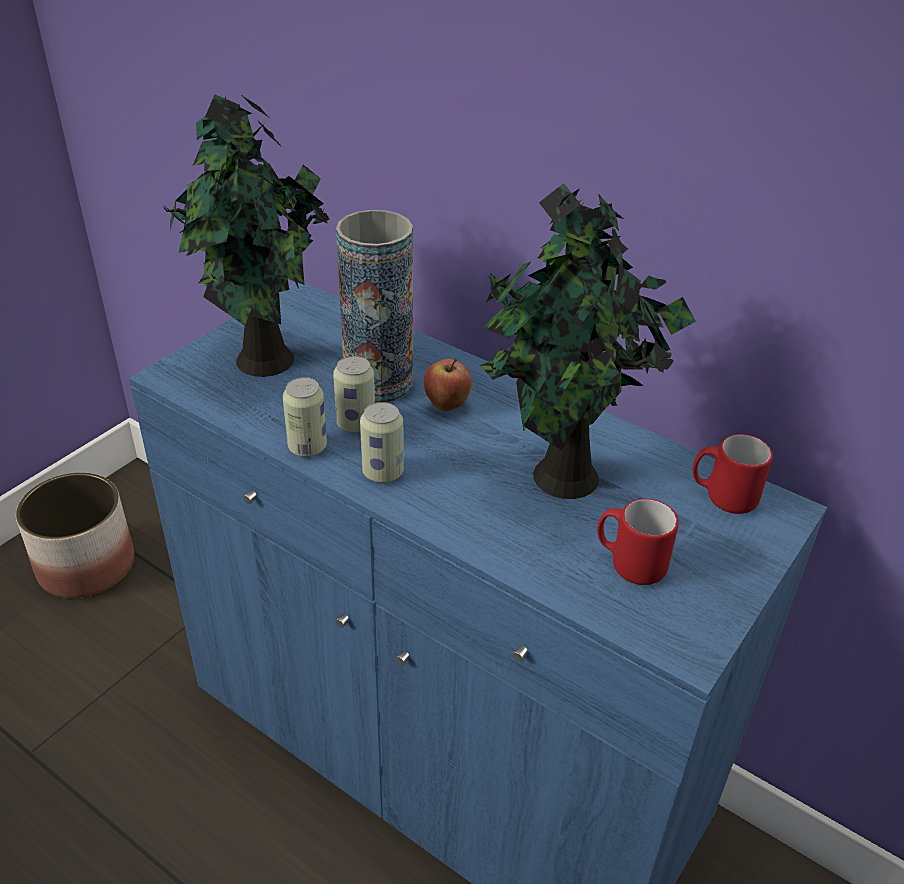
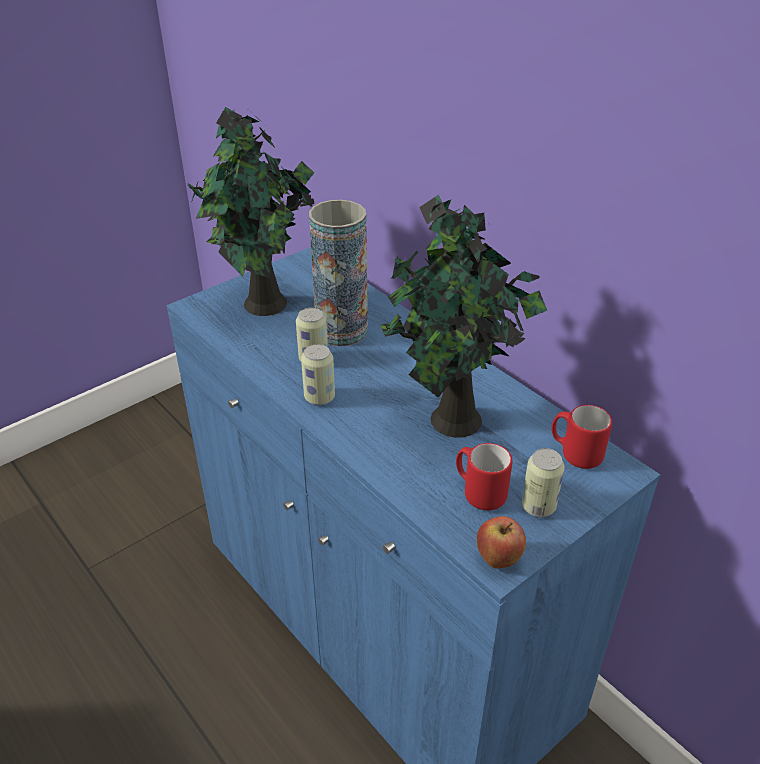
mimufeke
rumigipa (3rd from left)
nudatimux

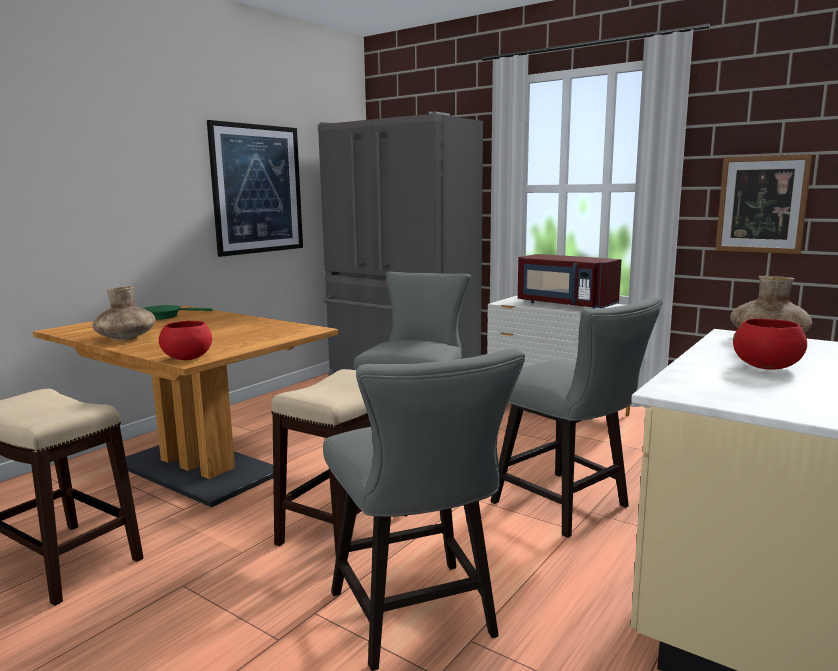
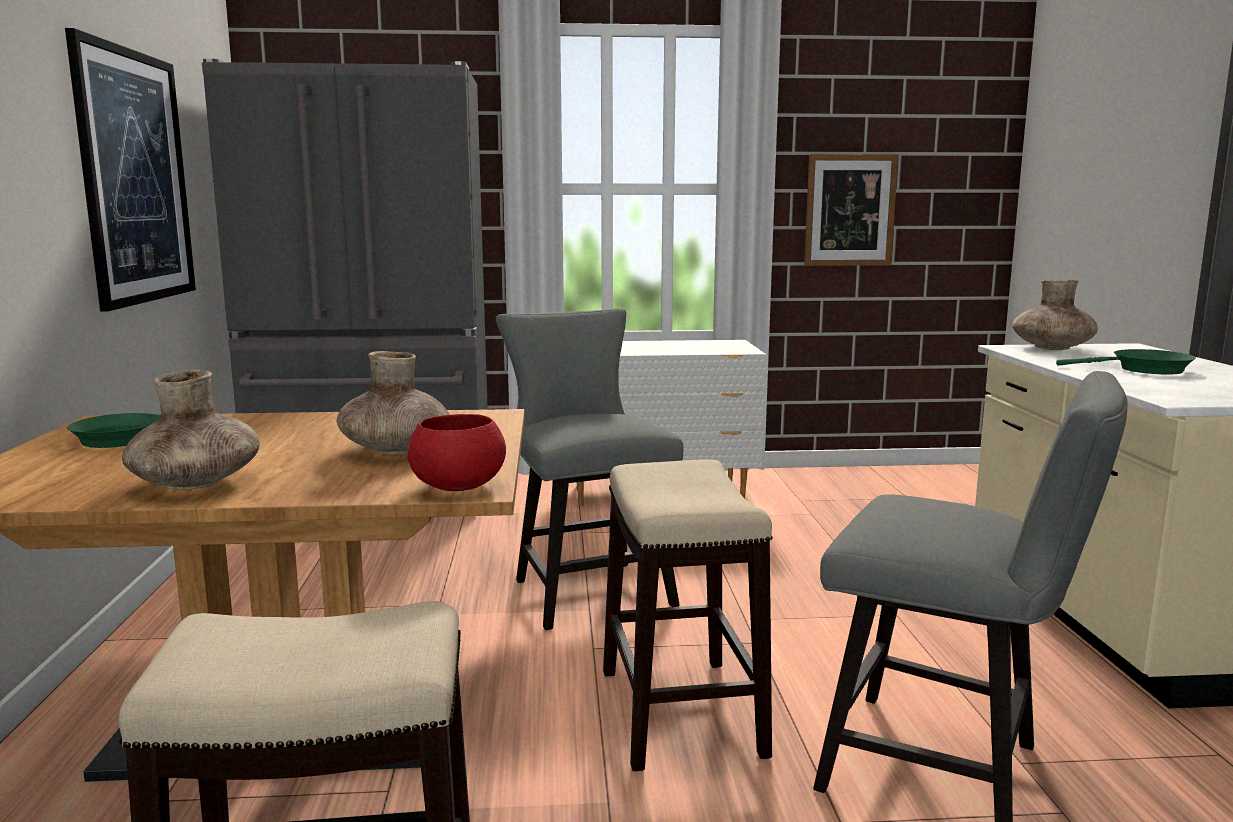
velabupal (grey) (3rd from left in the first image)
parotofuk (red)
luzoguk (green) (2nd from left)
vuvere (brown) (2nd from left)

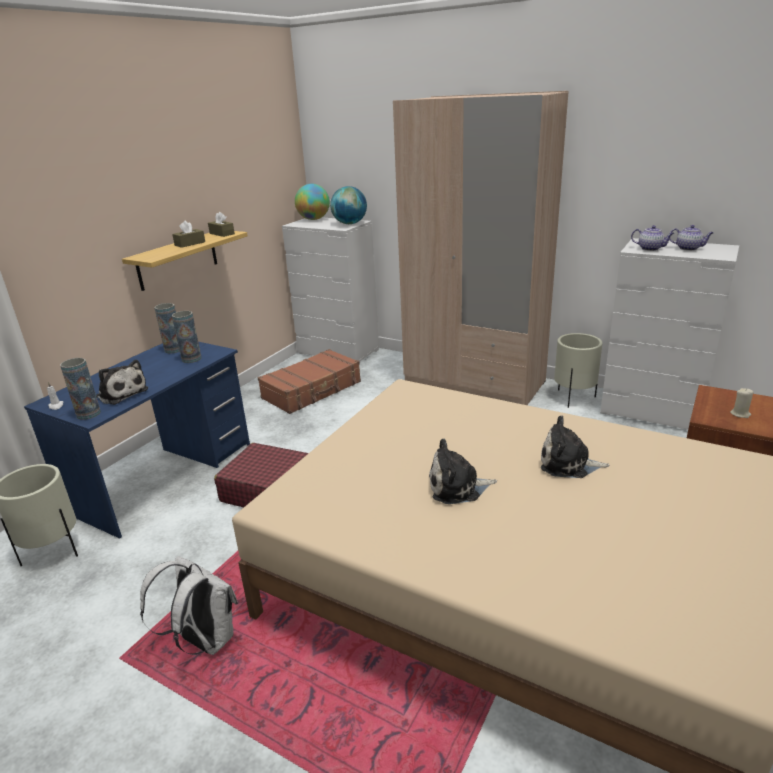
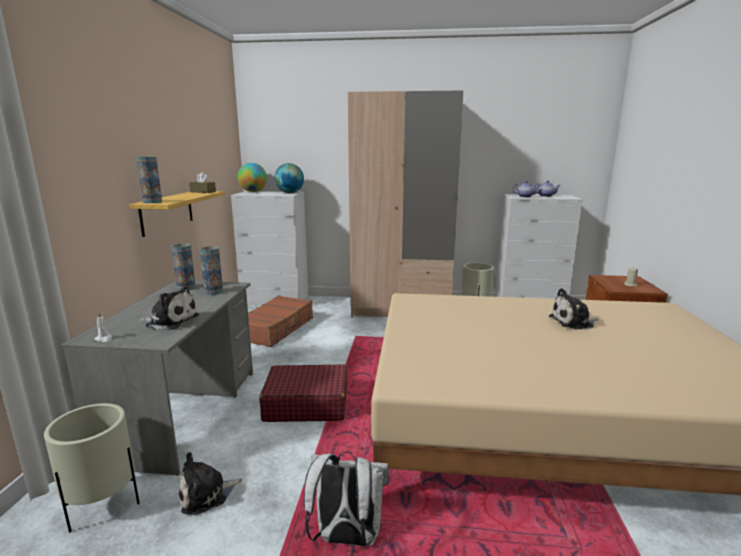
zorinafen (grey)
vuvere (1st from left)
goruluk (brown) (1st from left in the first image)
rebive (2nd from left)

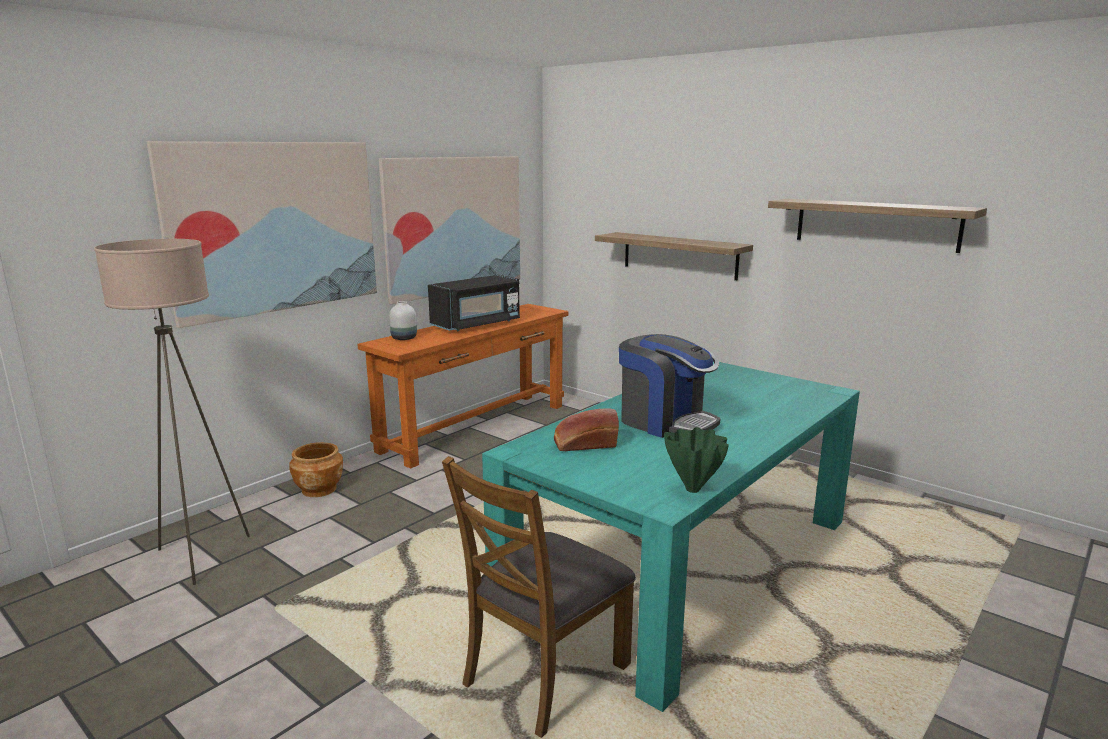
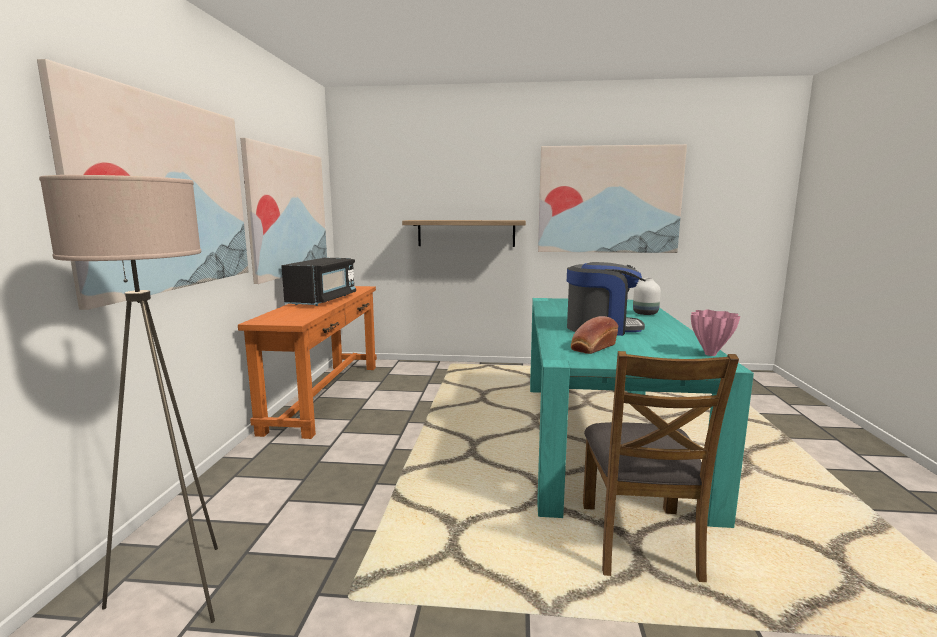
mimufeke (brown)
vuvere (white)
vuvere (pink)
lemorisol (3rd from left)

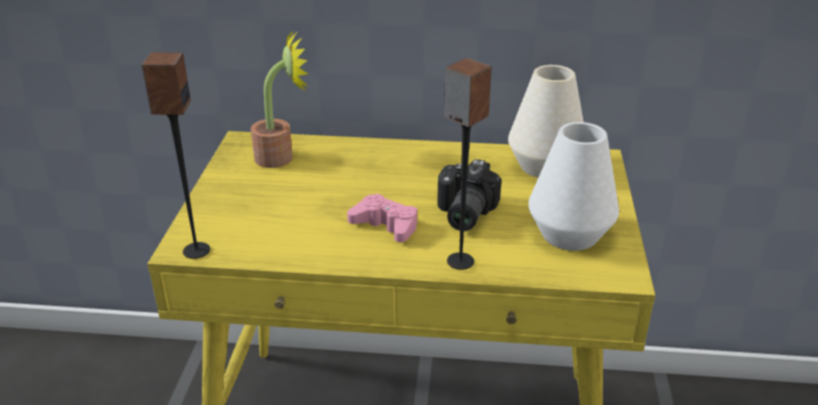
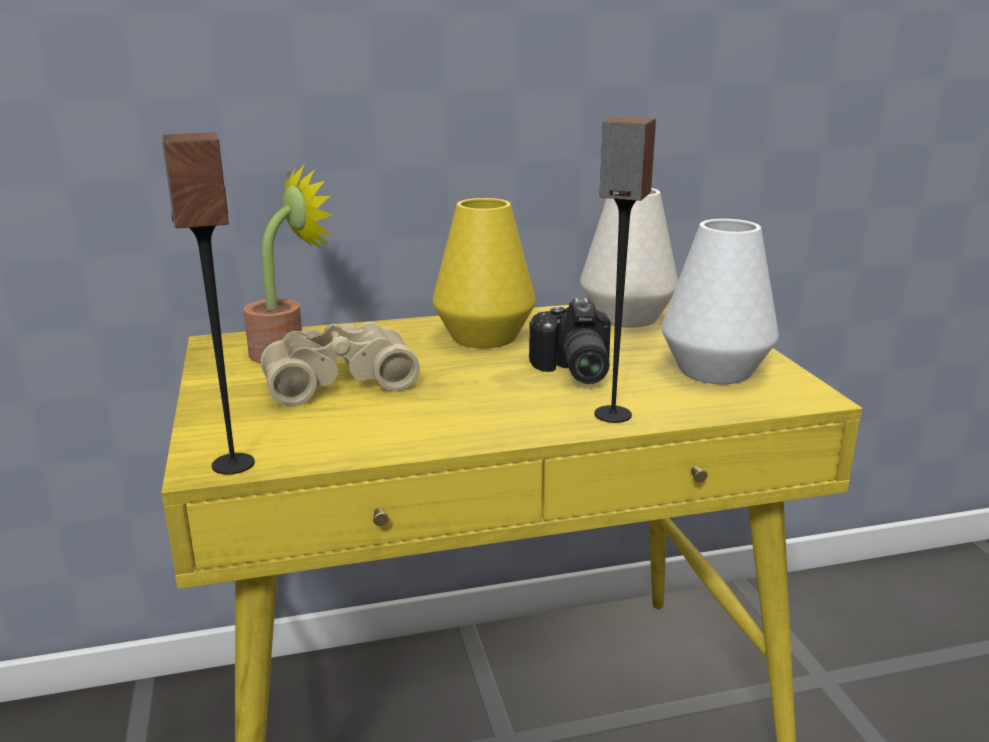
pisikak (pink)
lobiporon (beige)
vuvere (yellow)

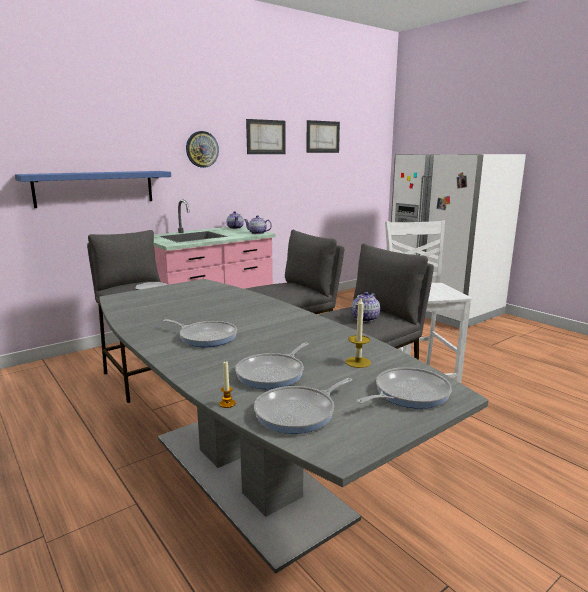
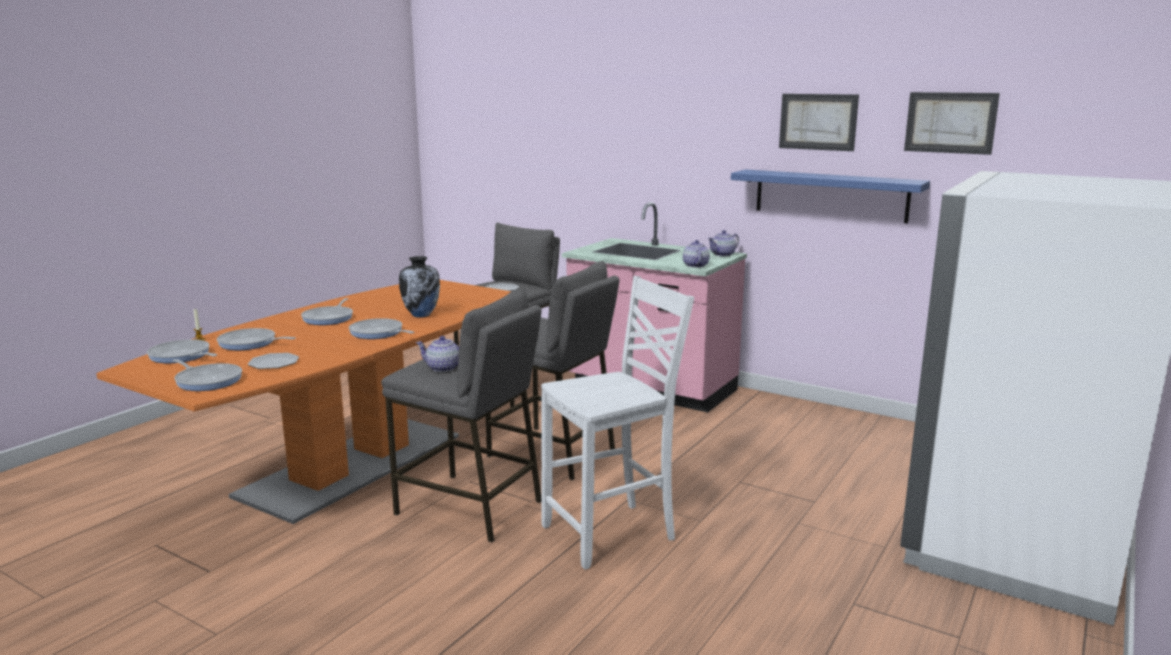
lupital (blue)
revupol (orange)
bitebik
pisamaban (1st from left)
luzoguk (5th from left)
vuvere

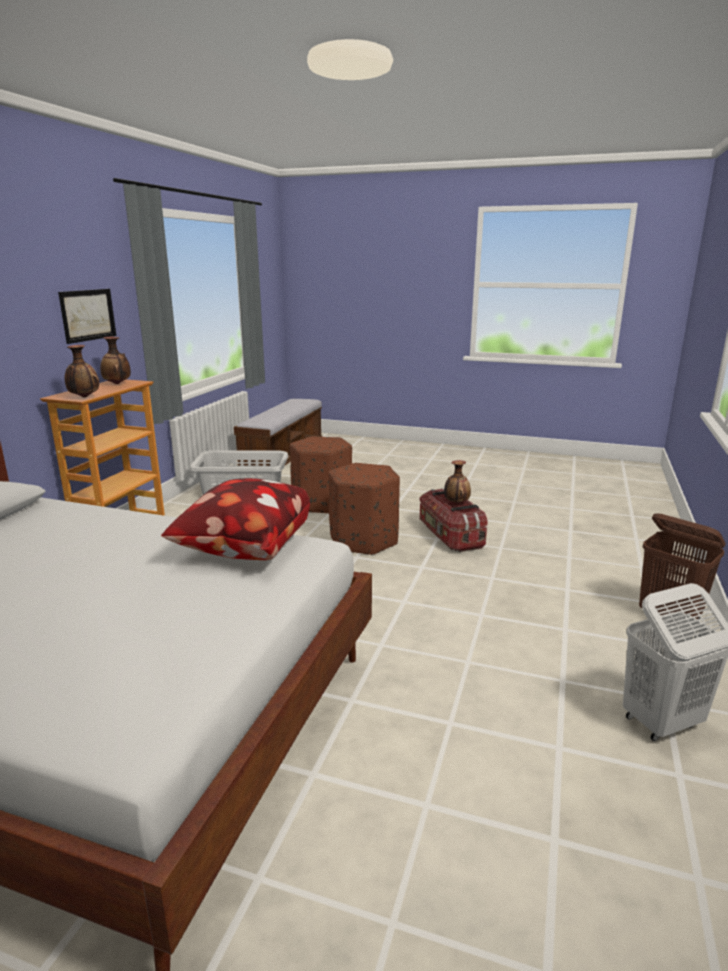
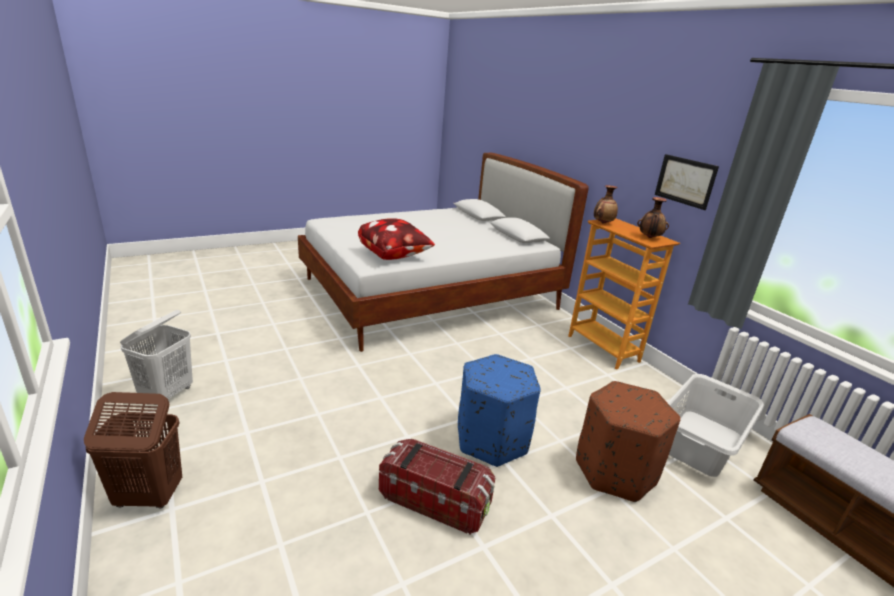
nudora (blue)
vuvere (3rd from left in the first image)

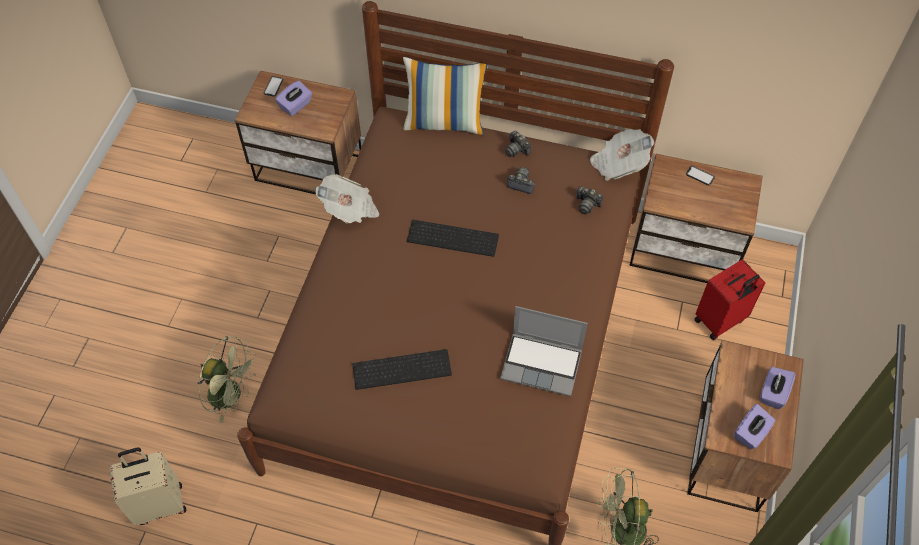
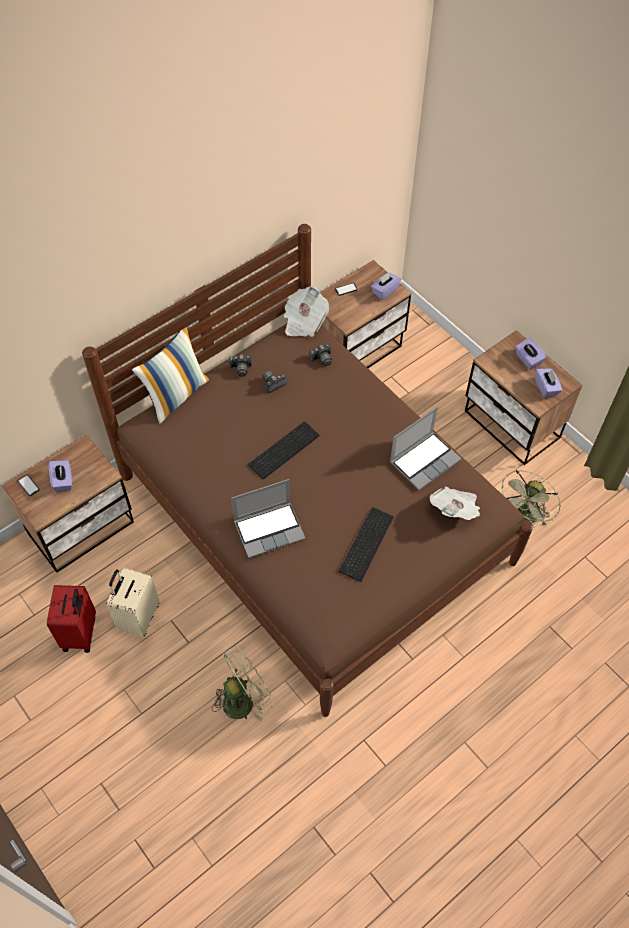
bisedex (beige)
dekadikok (2nd from left)
bisedex (red)
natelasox (1st from left)
goruluk (purple) (2nd from left)

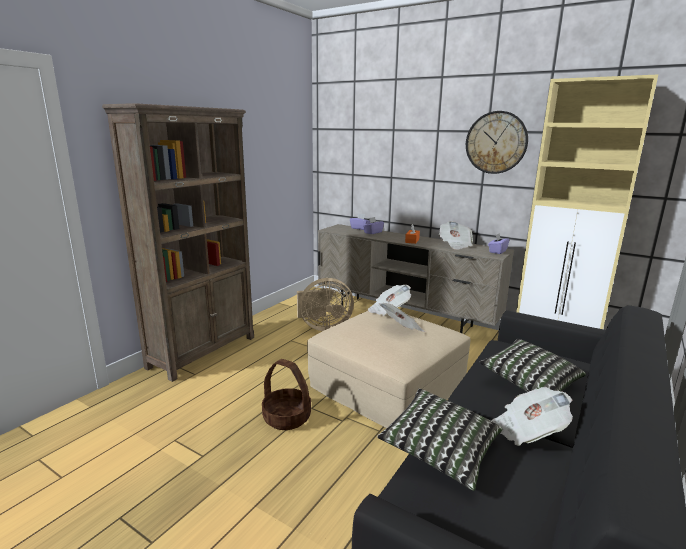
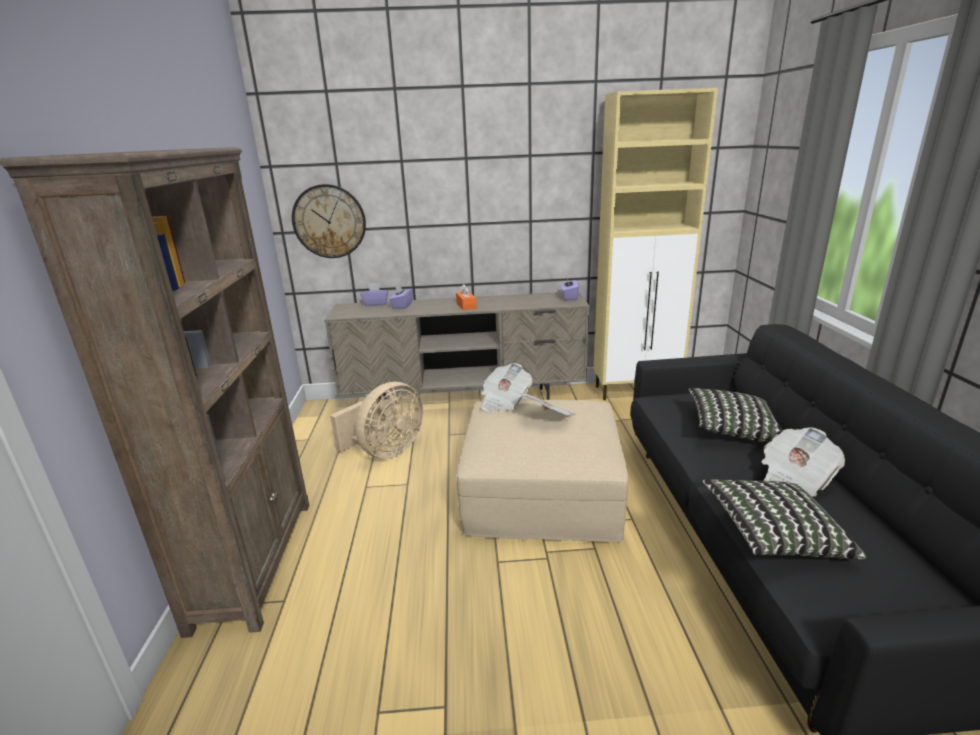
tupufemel
dekadikok (3rd from left in the first image)
bitebik

